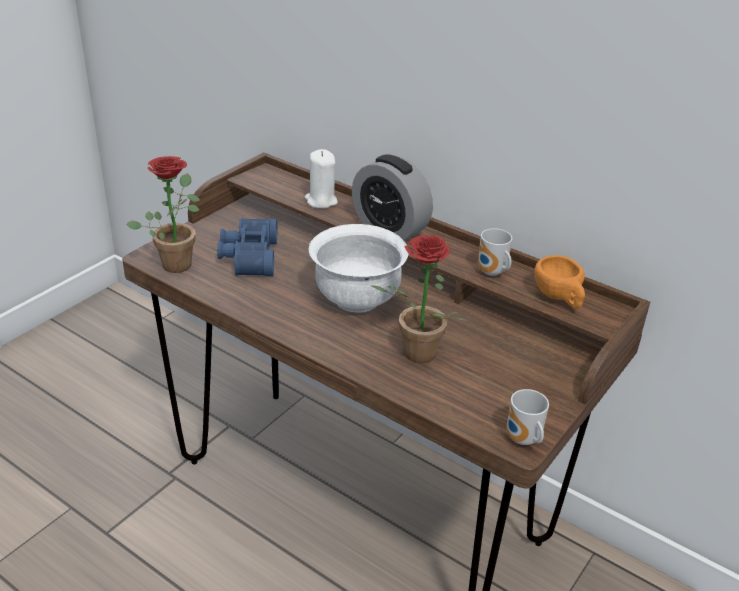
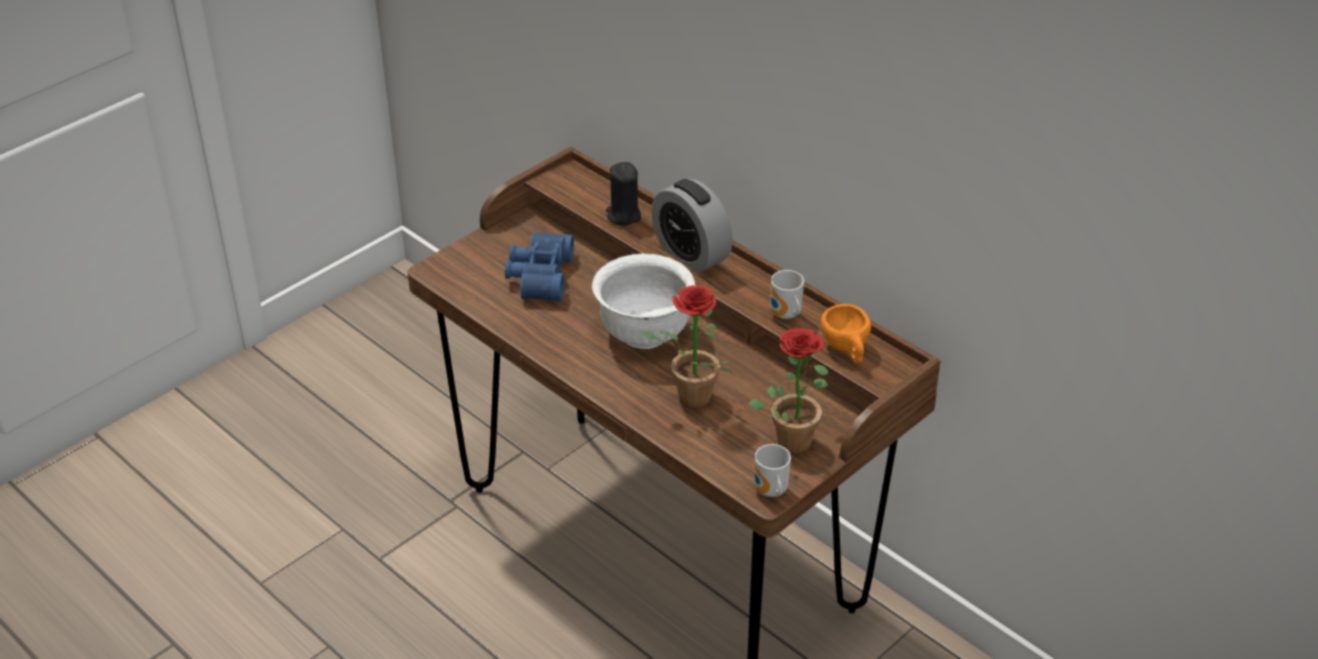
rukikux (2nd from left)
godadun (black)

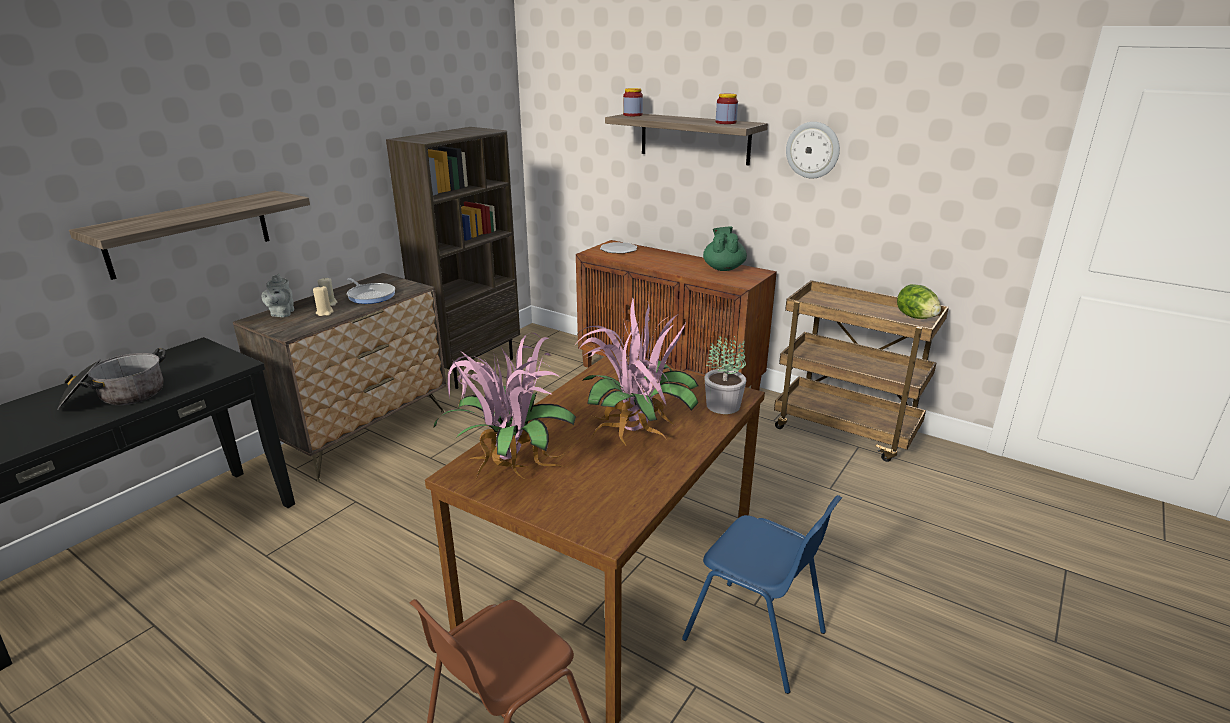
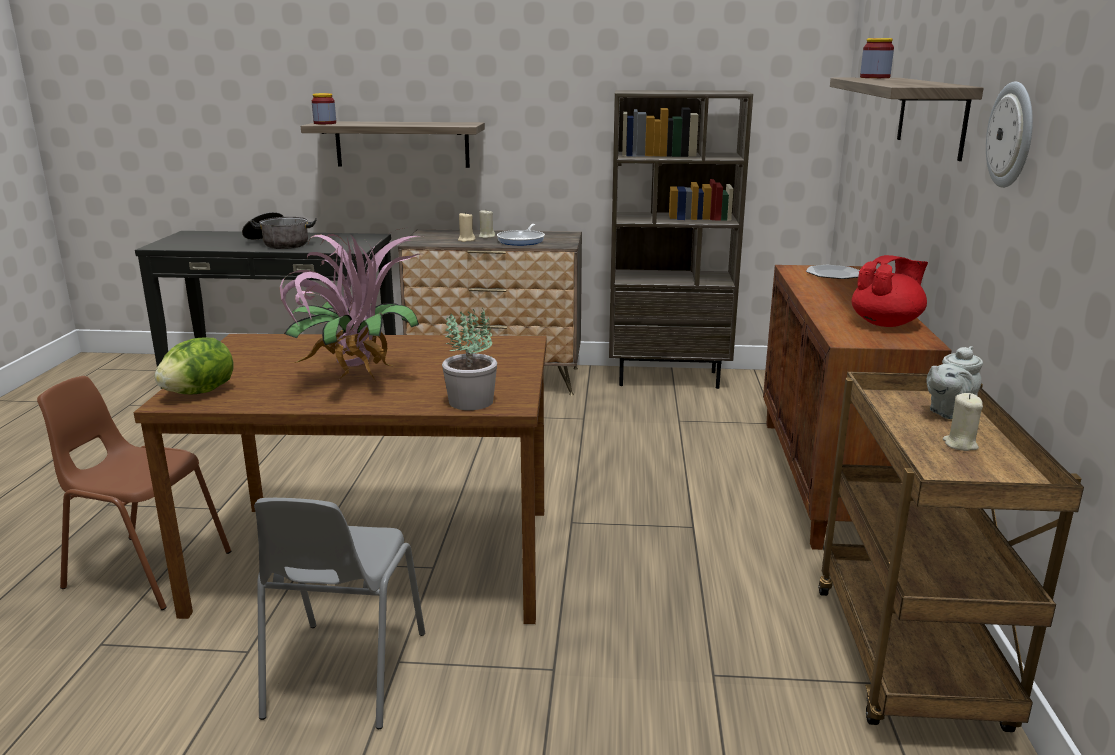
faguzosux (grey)
rukikux (1st from left in the first image)
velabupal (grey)
faguzosux (red)
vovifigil (1st from left)
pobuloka
godadun (beige) (3rd from left)

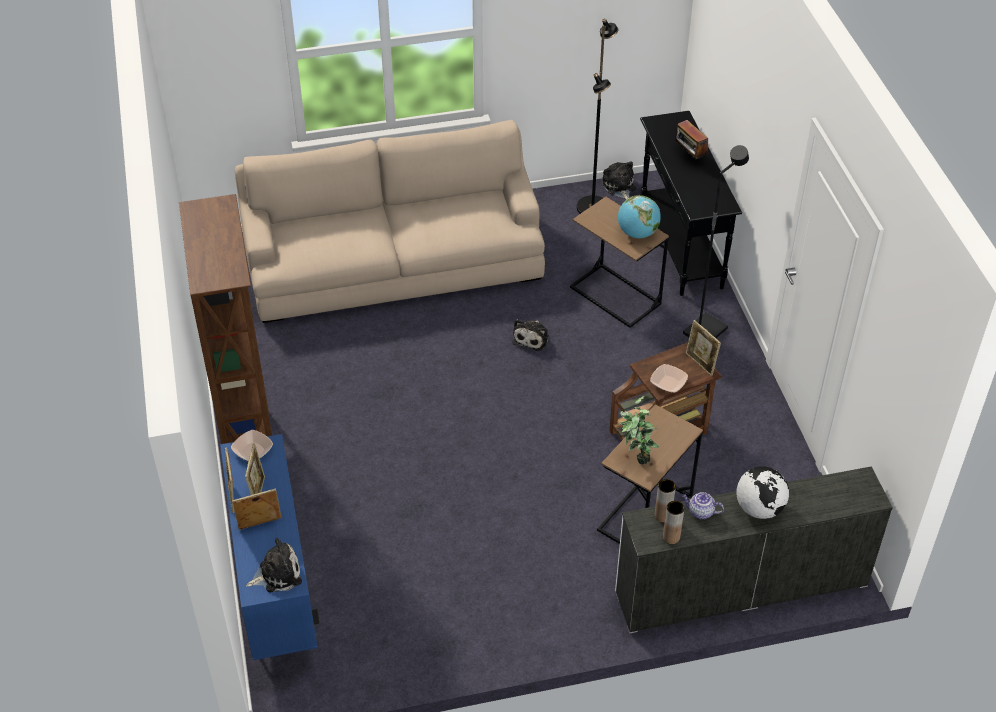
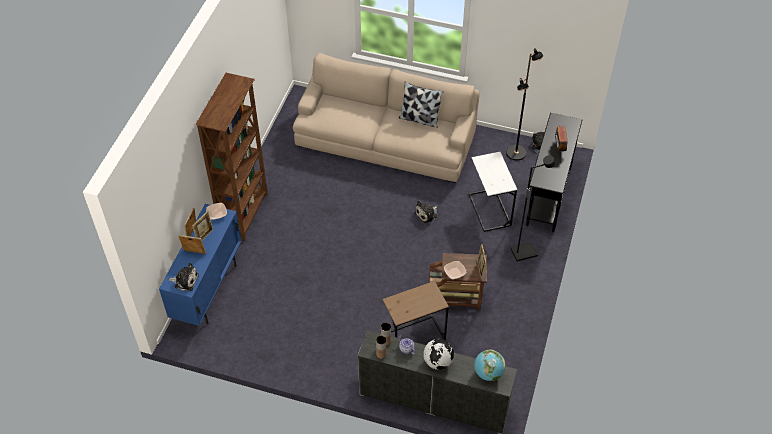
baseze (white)
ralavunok (2nd from left)
rukikux
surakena

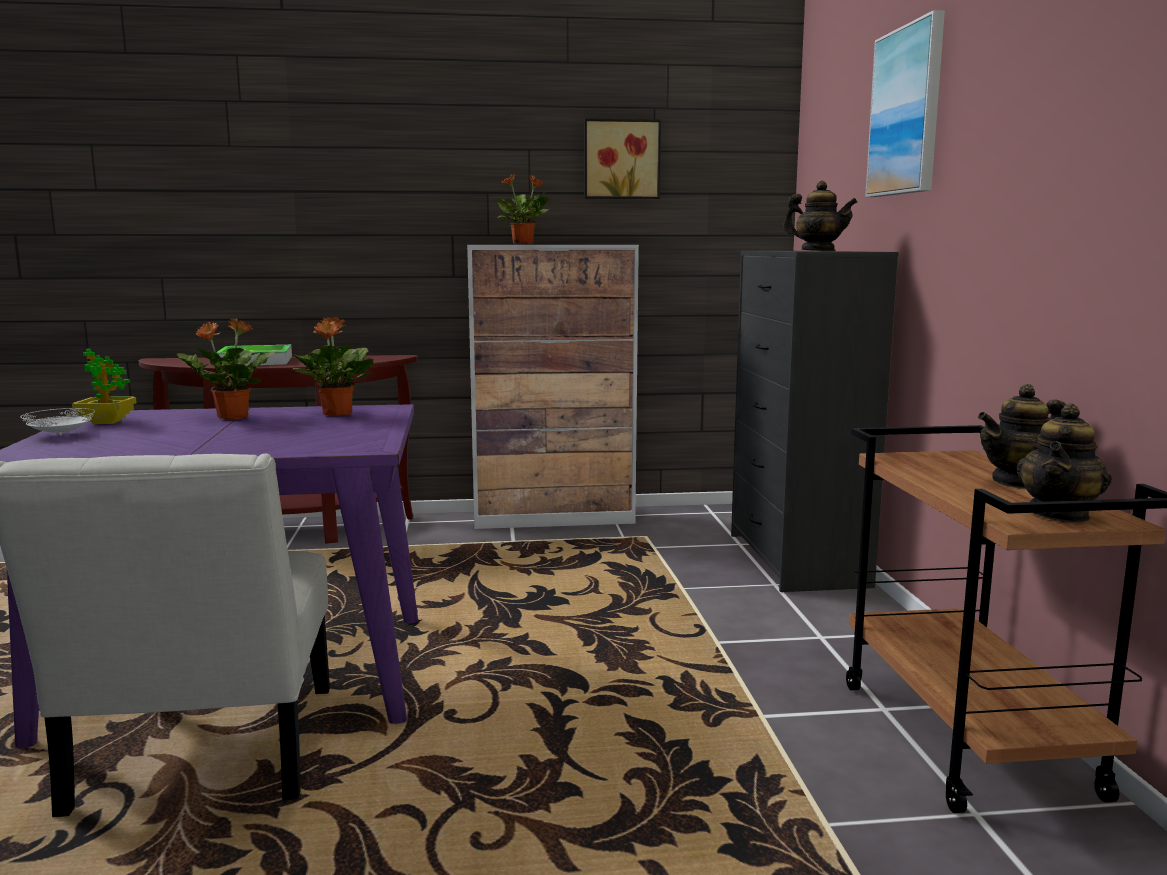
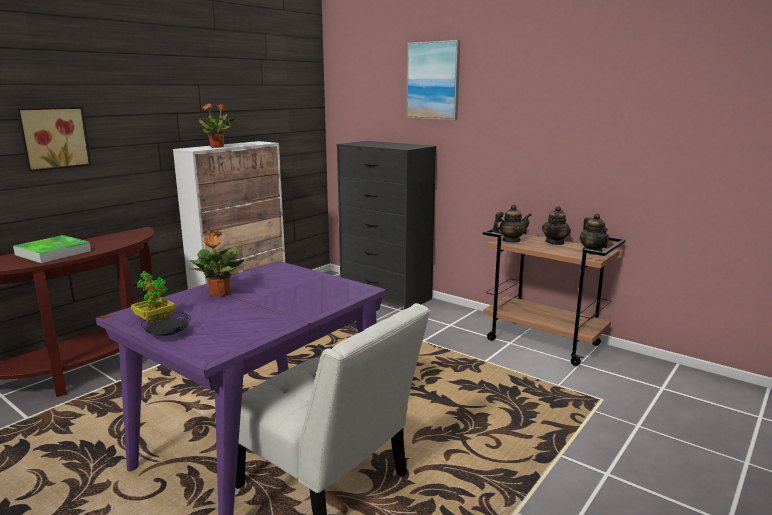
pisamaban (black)
rukikux (3rd from left in the first image)
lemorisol (1st from left)
faguzosux (1st from left)

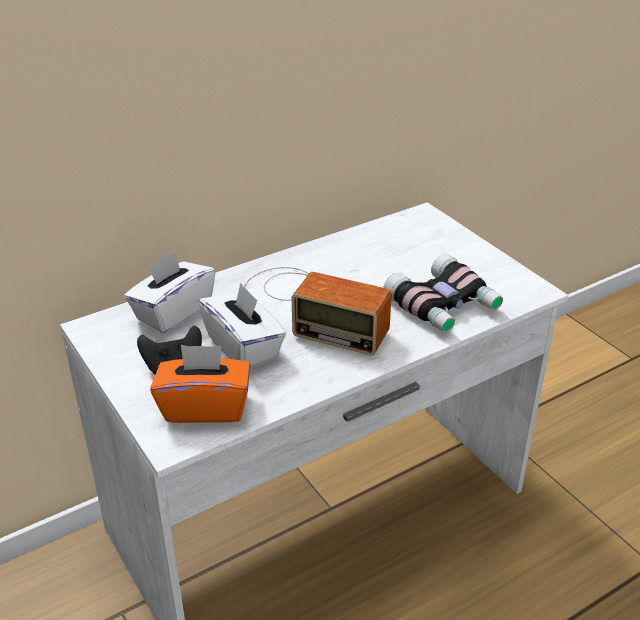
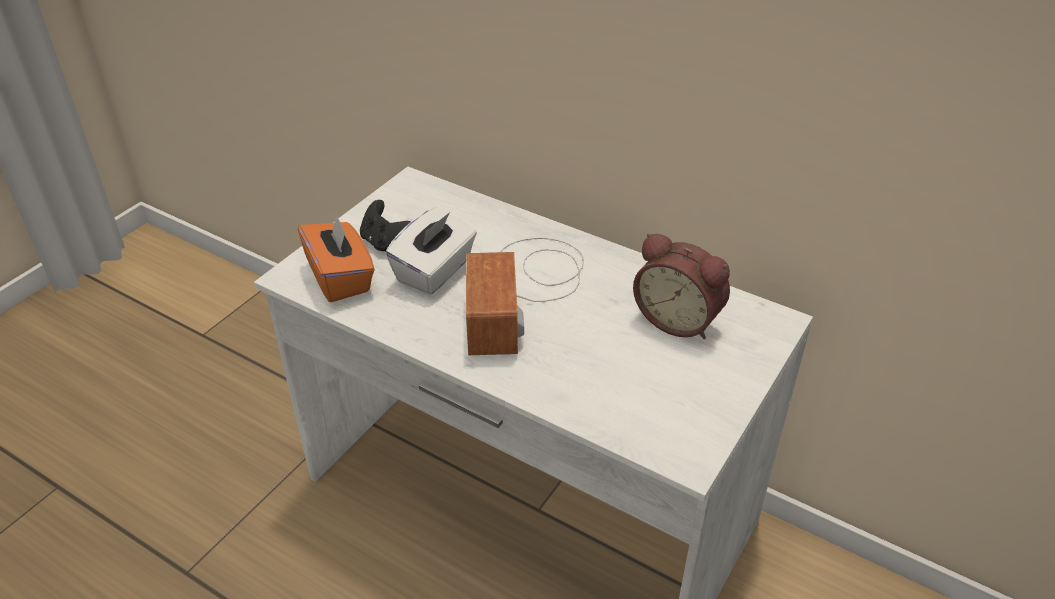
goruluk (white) (1st from left in the first image)
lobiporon
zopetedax

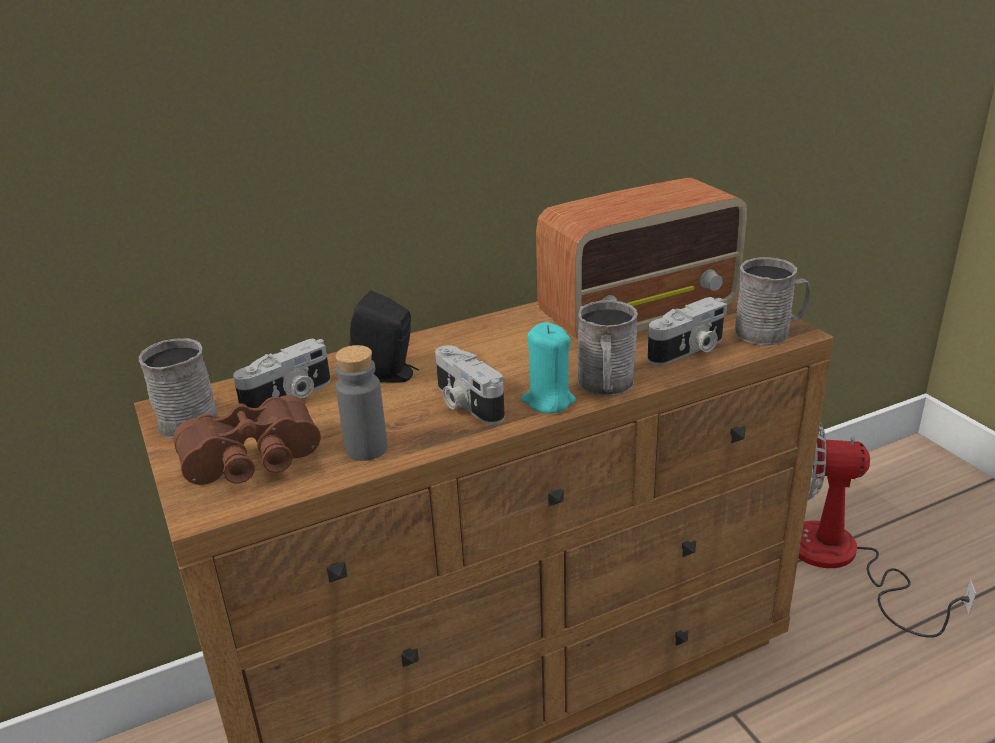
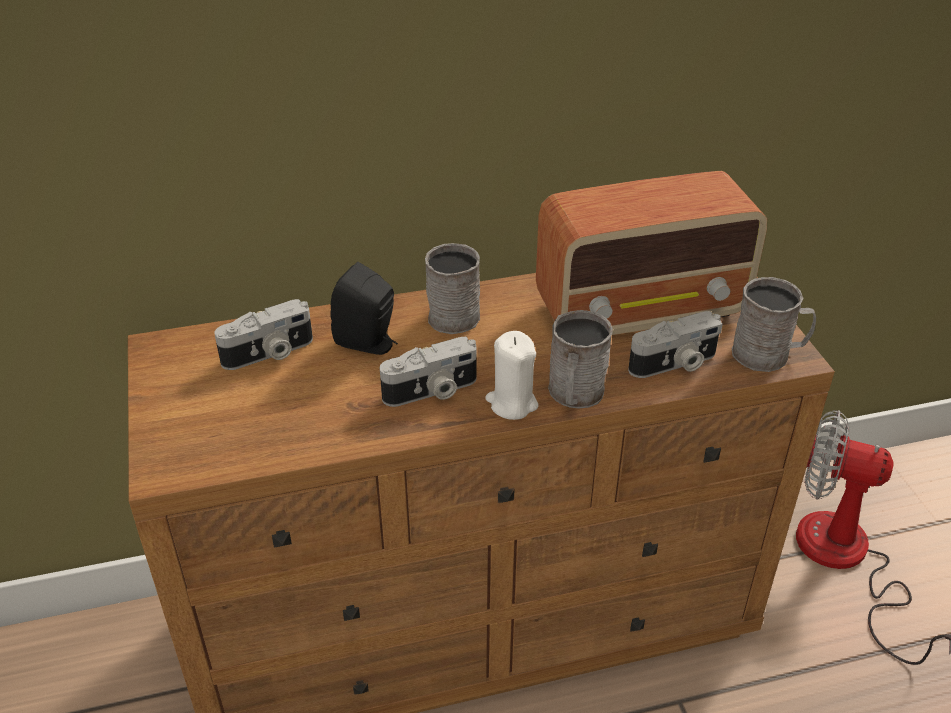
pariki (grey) (1st from left)
lobiporon (brown)
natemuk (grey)
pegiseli (2nd from left)
godadun (white)

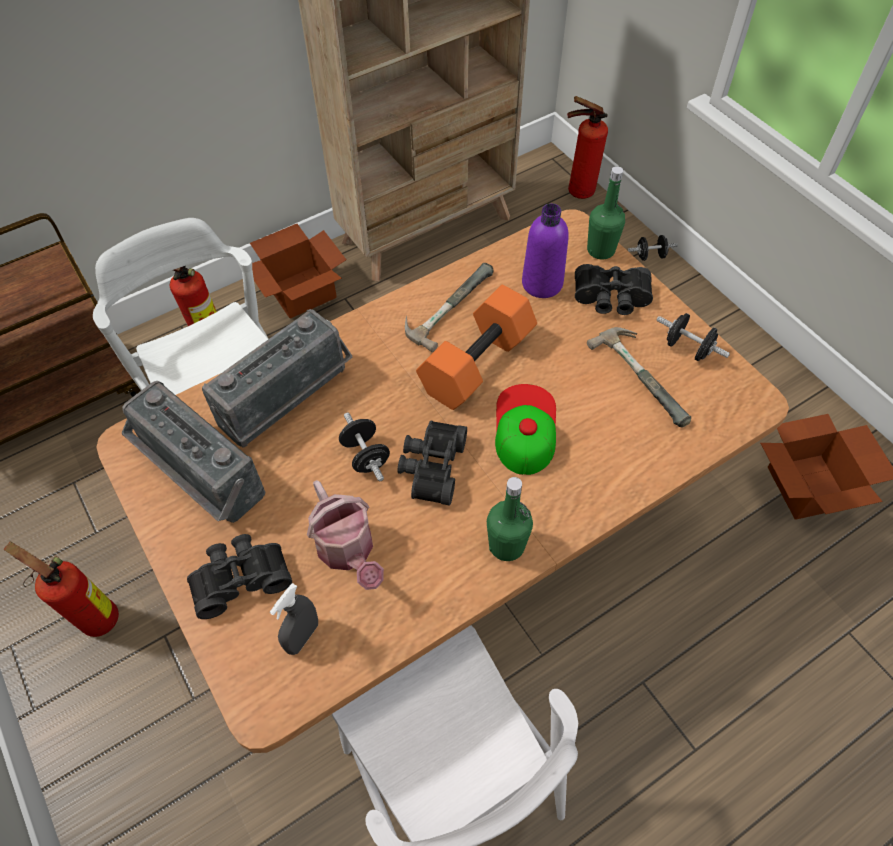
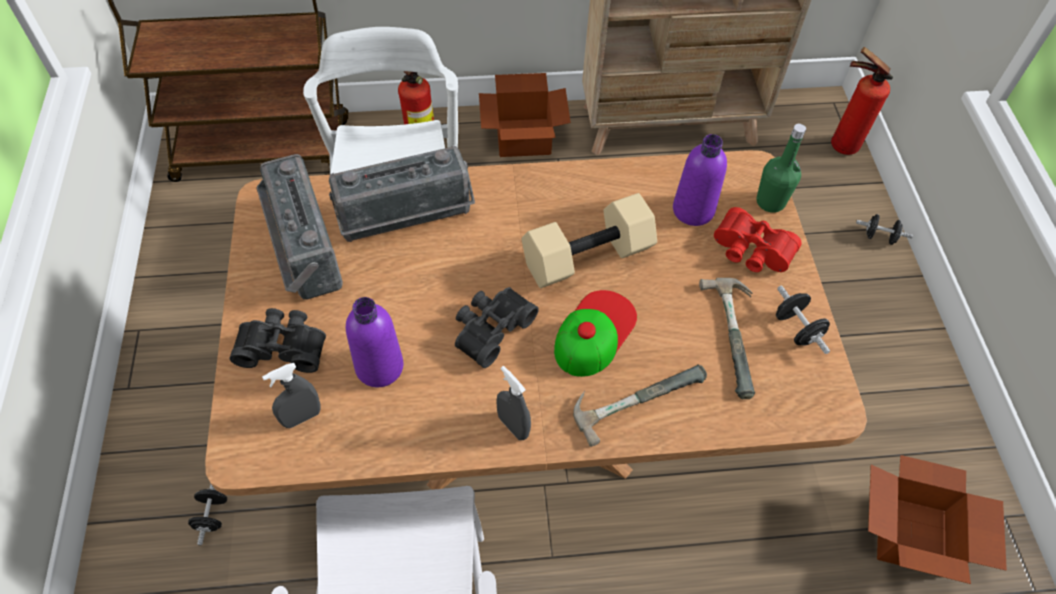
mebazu (1st from left in the first image)
natemuk (purple) (1st from left)
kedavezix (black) (1st from left)
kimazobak (1st from left)
kedavezix (beige)
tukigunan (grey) (2nd from left)
lobiporon (red)

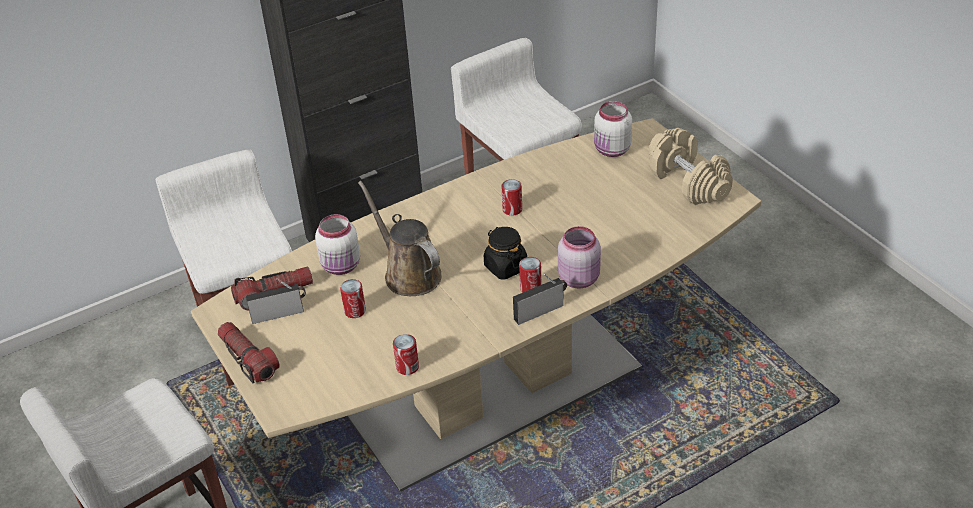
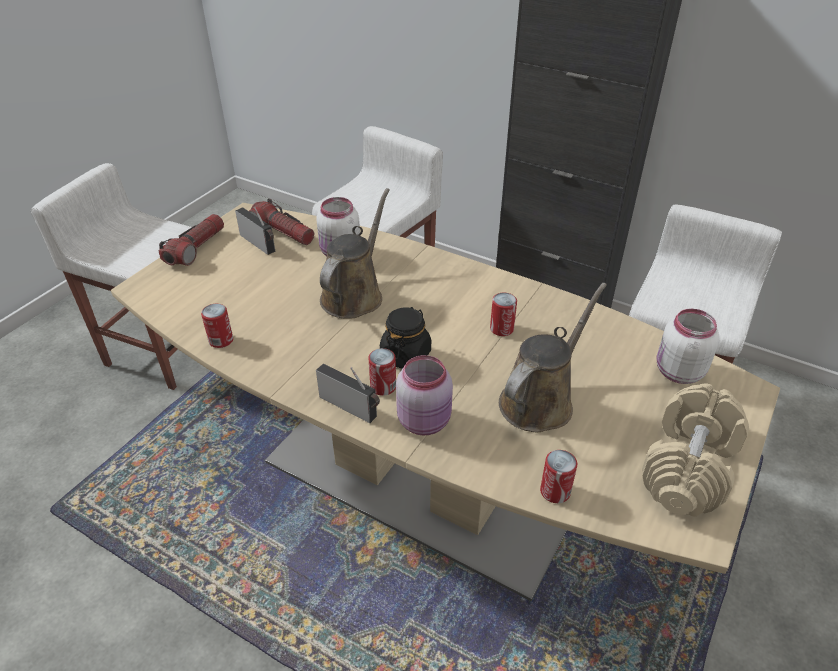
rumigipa (4th from left)
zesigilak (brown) (2nd from left)

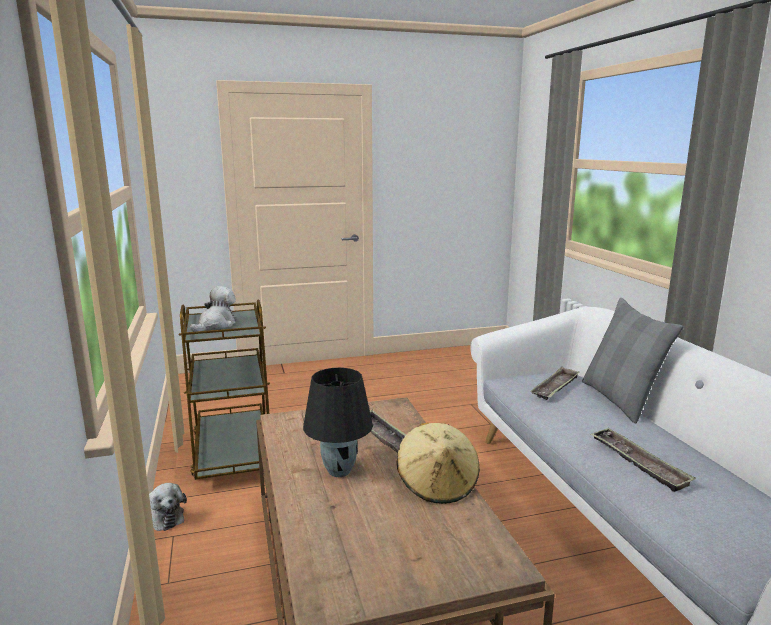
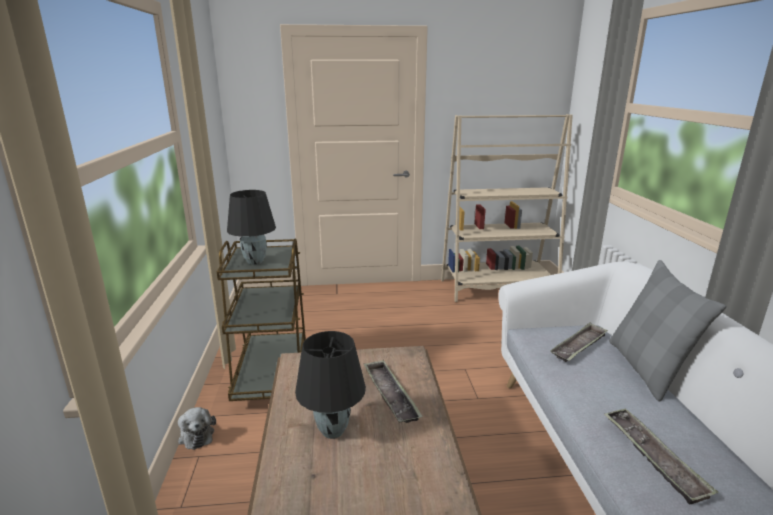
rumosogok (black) (1st from left)
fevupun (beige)
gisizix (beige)

